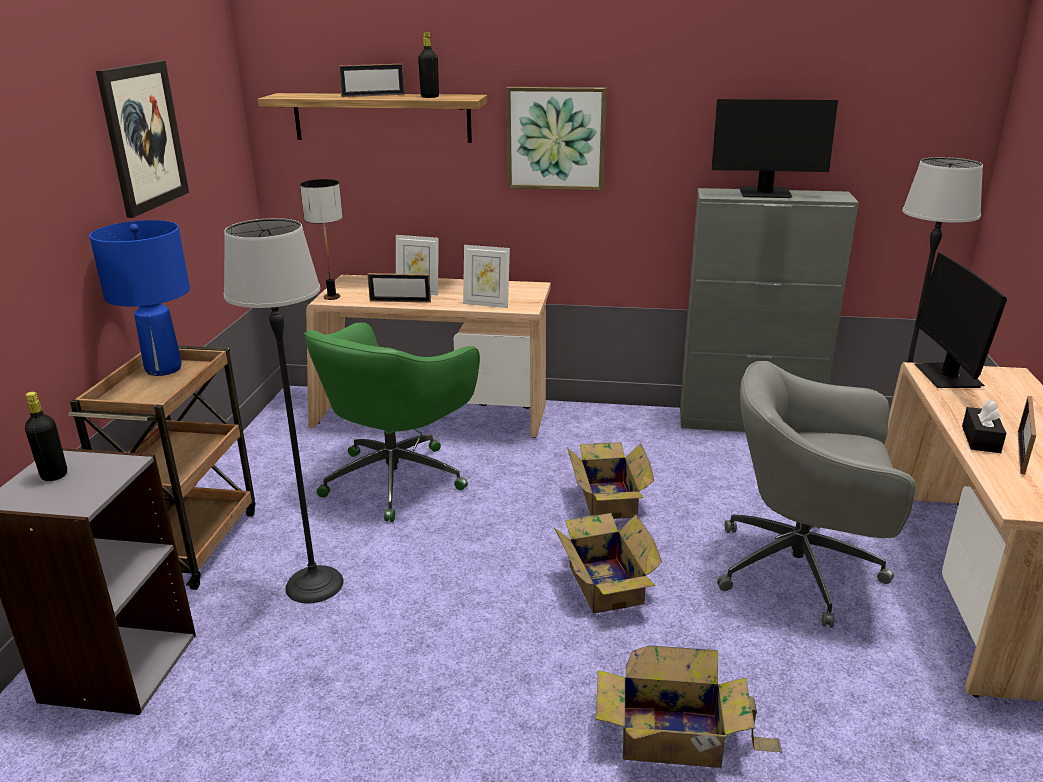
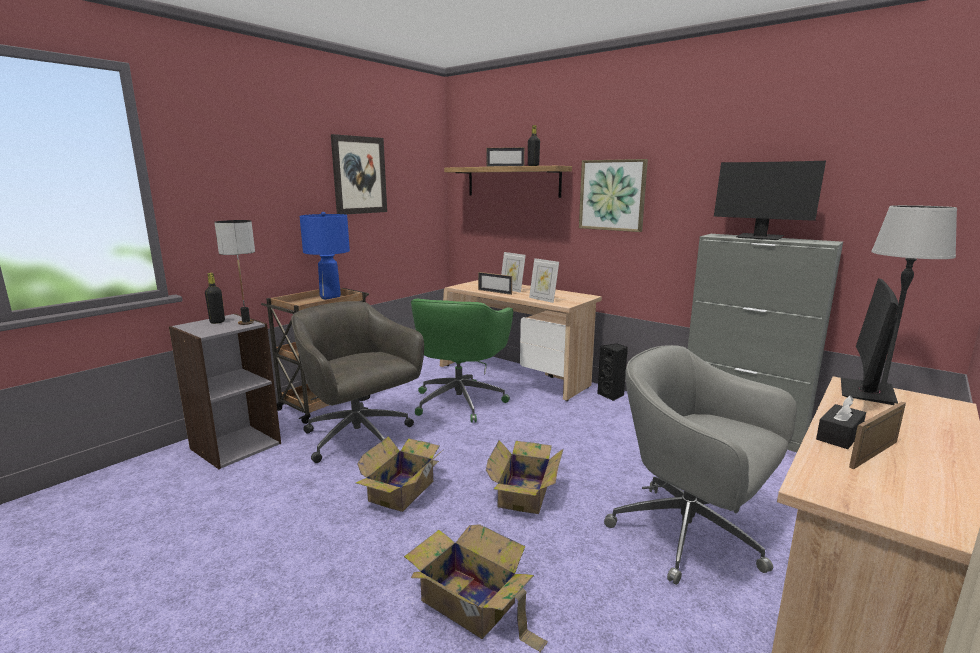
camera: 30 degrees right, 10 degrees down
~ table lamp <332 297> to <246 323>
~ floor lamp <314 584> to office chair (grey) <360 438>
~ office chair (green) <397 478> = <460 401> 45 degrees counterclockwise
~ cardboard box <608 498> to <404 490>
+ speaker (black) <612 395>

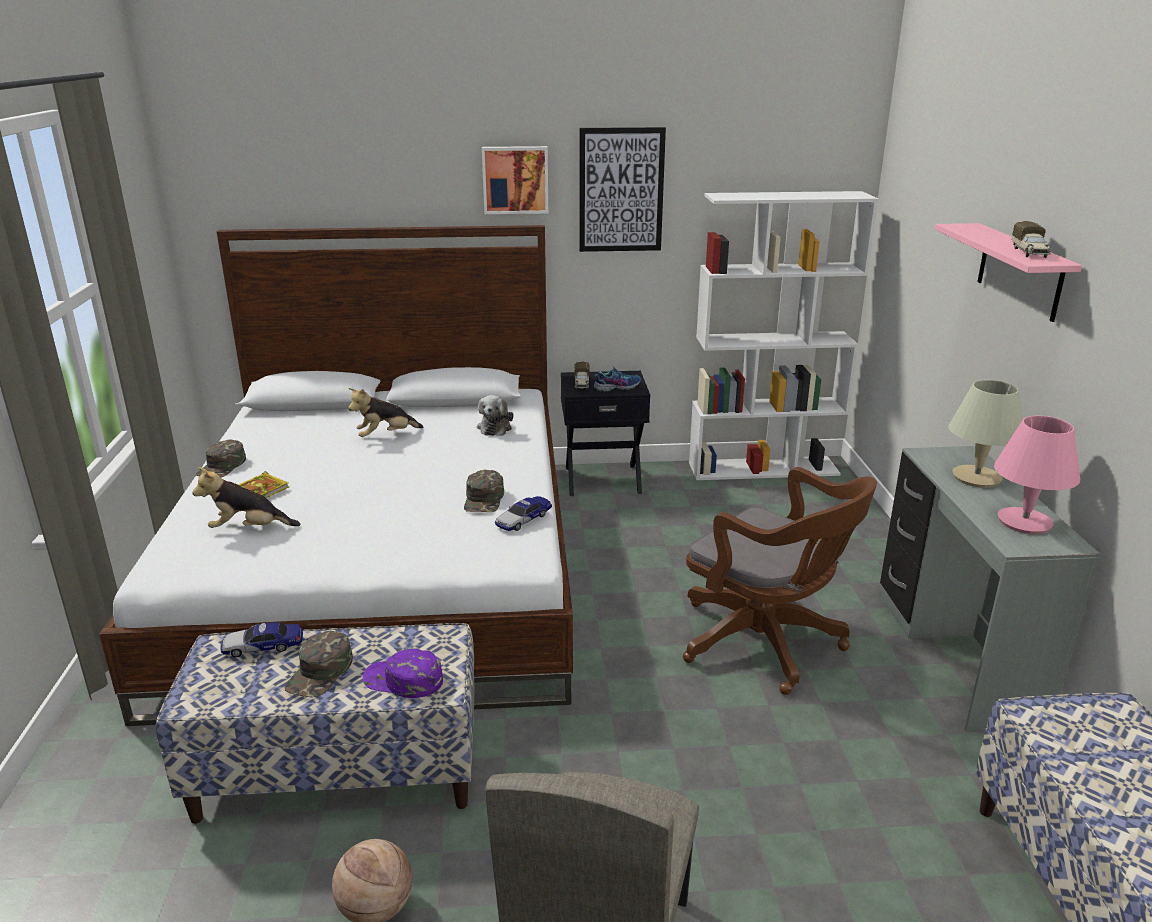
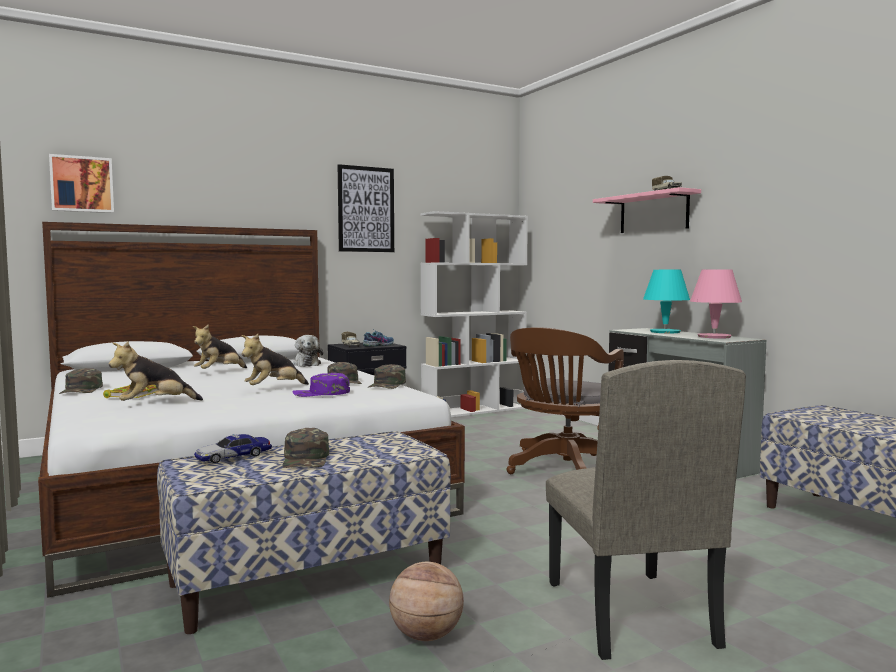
camera: 25 degrees left, 20 degrees down
~ picture <515 180> to <82 184>
~ table lamp (beige) <976 477> to table lamp (turquoise) <665 332>
~ office chair (brown) <766 644> = <564 470> 105 degrees clockwise
~ toy car <523 519> to cap (green) <387 385>
~ cap (purple) <403 680> to <321 393>
+ plush toy <273 389>

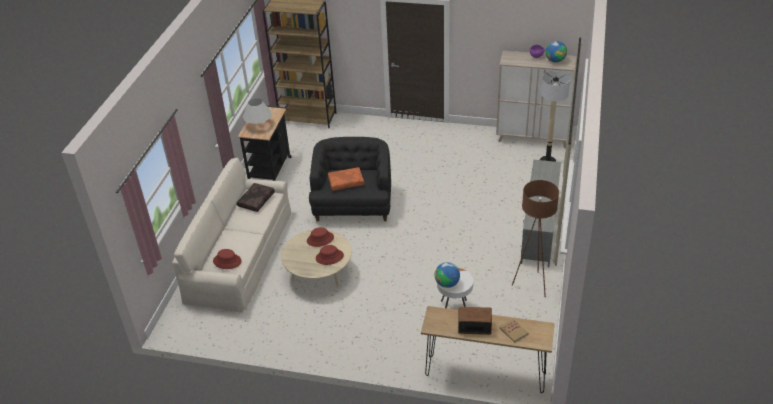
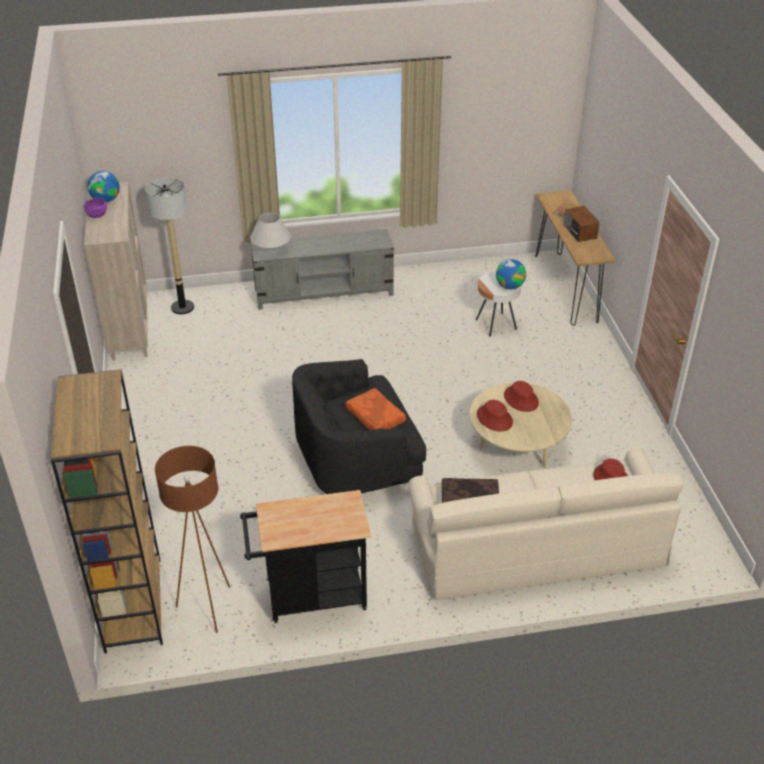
camera: 115 degrees left, 0 degrees up
~ table lamp (white) <259 125> to <271 251>
~ floor lamp (brown) <531 285> to <208 608>

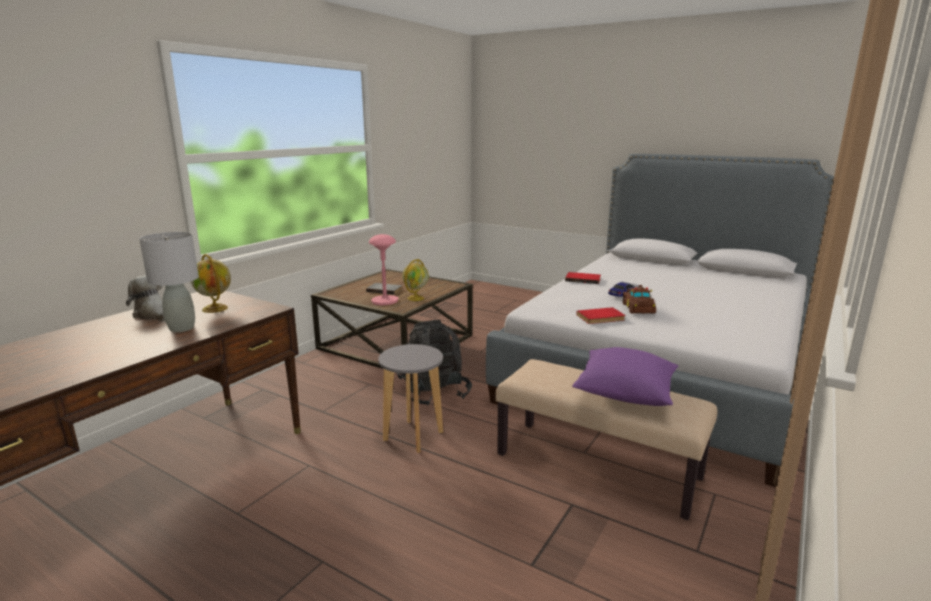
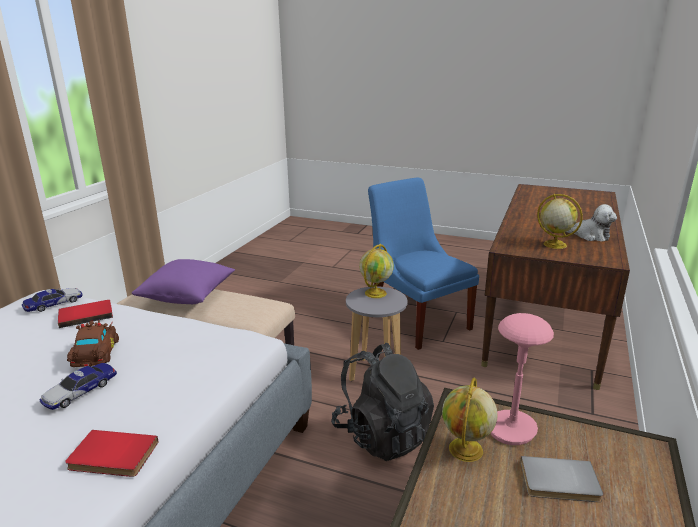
camera: 170 degrees right, 5 degrees up
- table lamp (grey) <181 328>
~ book (red) <601 318> to <86 315>
+ chair (blue) <417 320>
+ globe <375 293>
+ toy car <54 304>

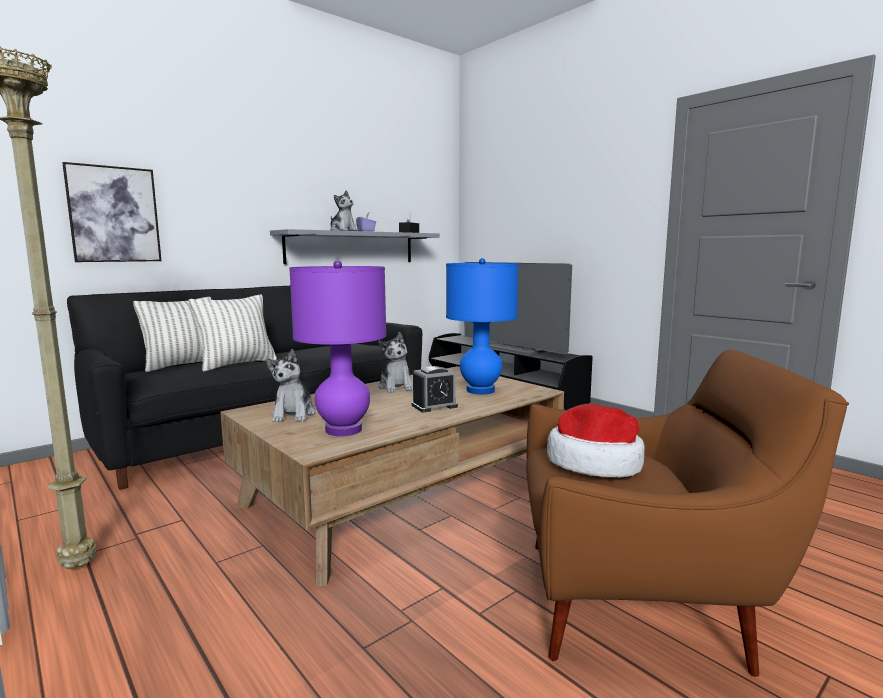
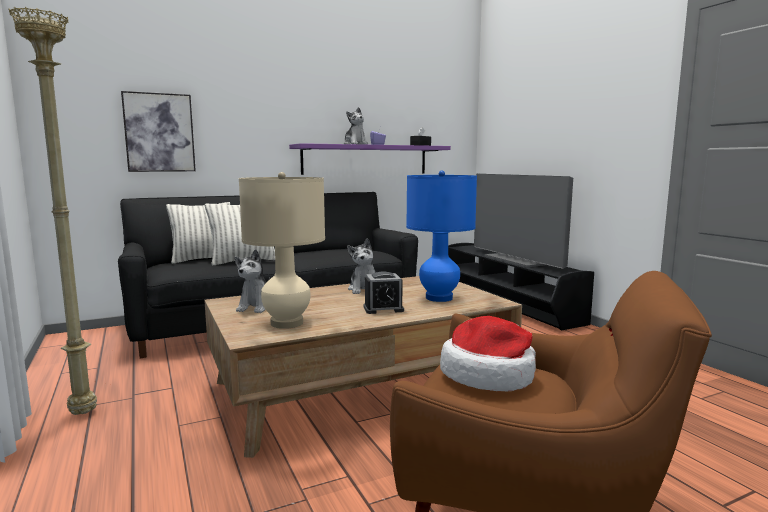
camera: 15 degrees right, 0 degrees up
~ shelf (grey) <351 247> to shelf (purple) <365 160>
~ table lamp (purple) <343 430> to table lamp (beige) <286 323>

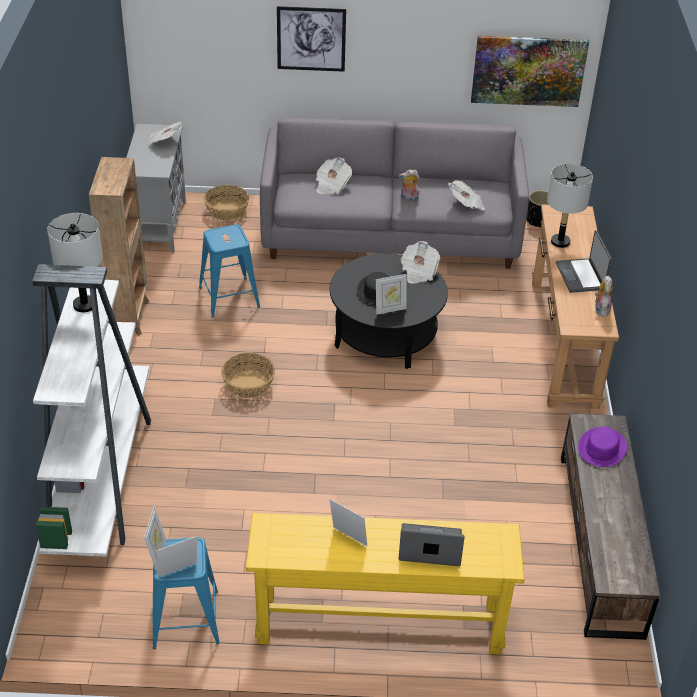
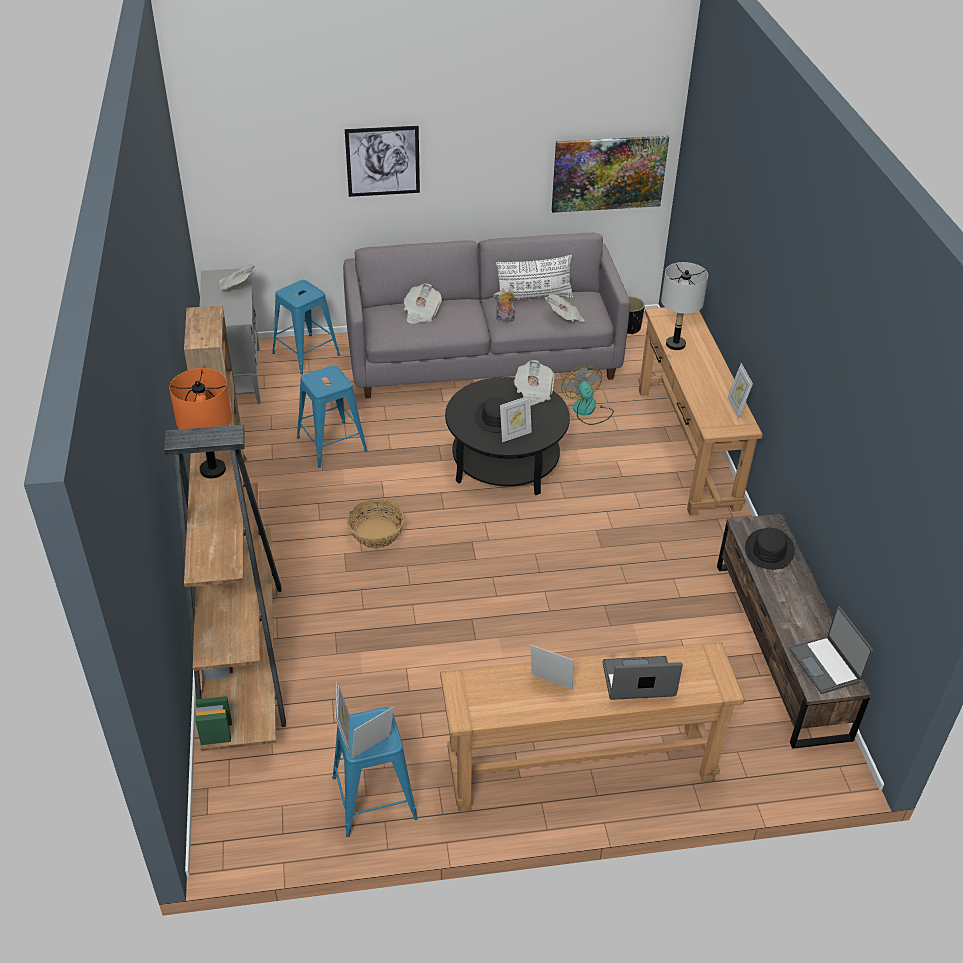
camera: 10 degrees left, 0 degrees up
~ basket <227 211> to stool (blue) <306 354>
~ table lamp (grey) <85 305> to table lamp (orange) <213 470>
~ laptop <581 276> to <826 665>
~ bookcase (white) <101 475> to bookcase (brown) <242 654>
~ plush toy <600 309> to picture frame <736 408>
~ hat (purple) <602 448> to hat (black) <769 550>
~ console table (yellow) <379 623> to console table (brown) <580 768>
+ pillow (white) <534 298>
+ fan <587 411>

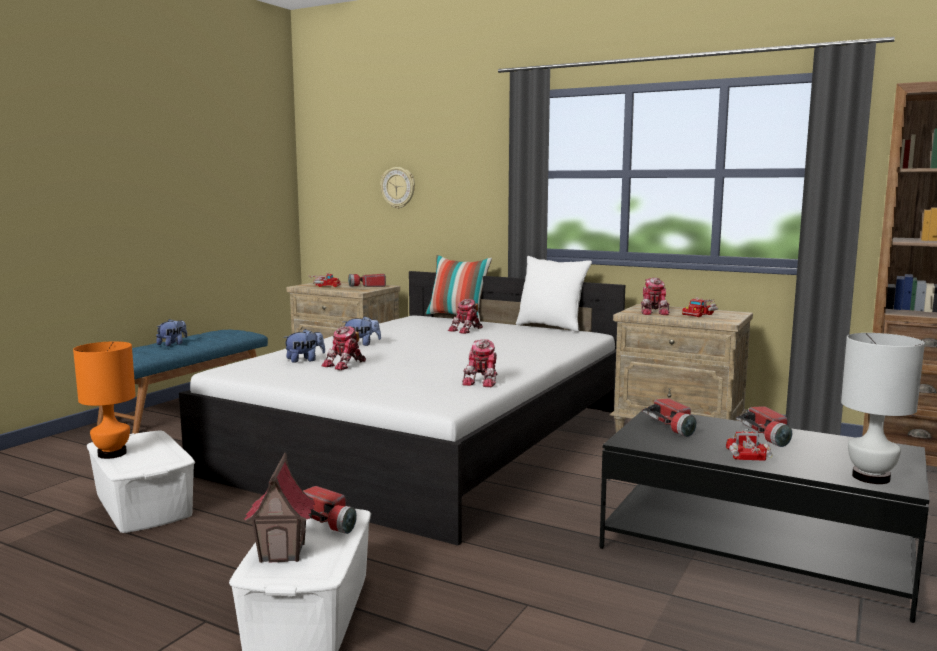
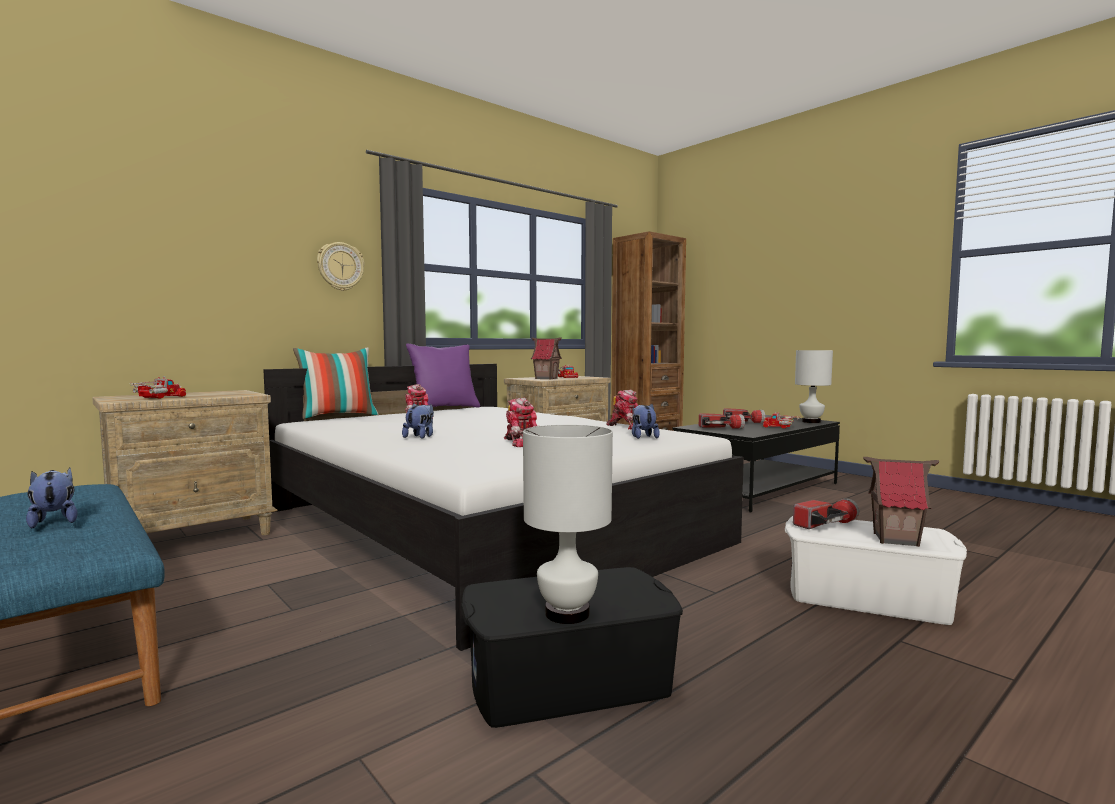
camera: 70 degrees left, 5 degrees down
~ wall clock <398 187> to <340 266>
~ pillow (white) <551 327> to pillow (purple) <444 408>
- flashlight <367 286>
~ toy robot <654 312> to toy house <546 378>
~ plush toy <305 360> to <643 437>
~ table lamp (orange) <112 454> to table lamp (white) <568 613>
~ storage box (white) <142 505> to storage box (black) <570 683>

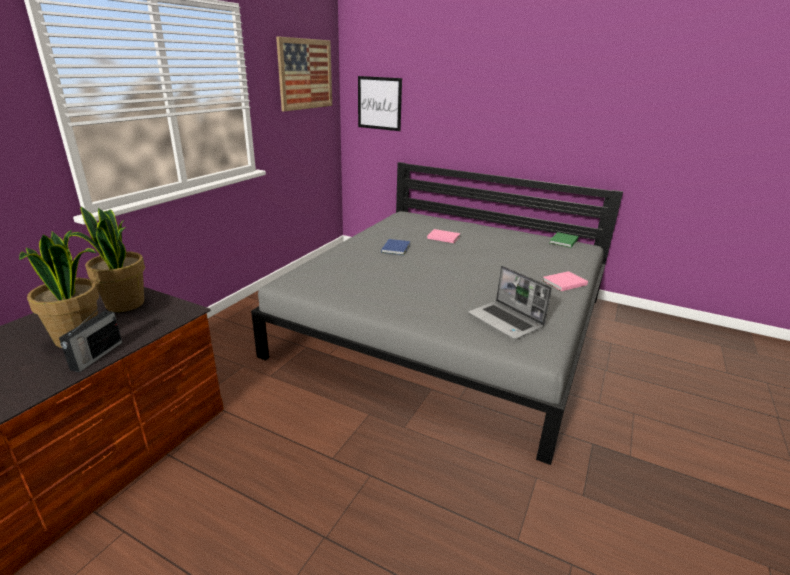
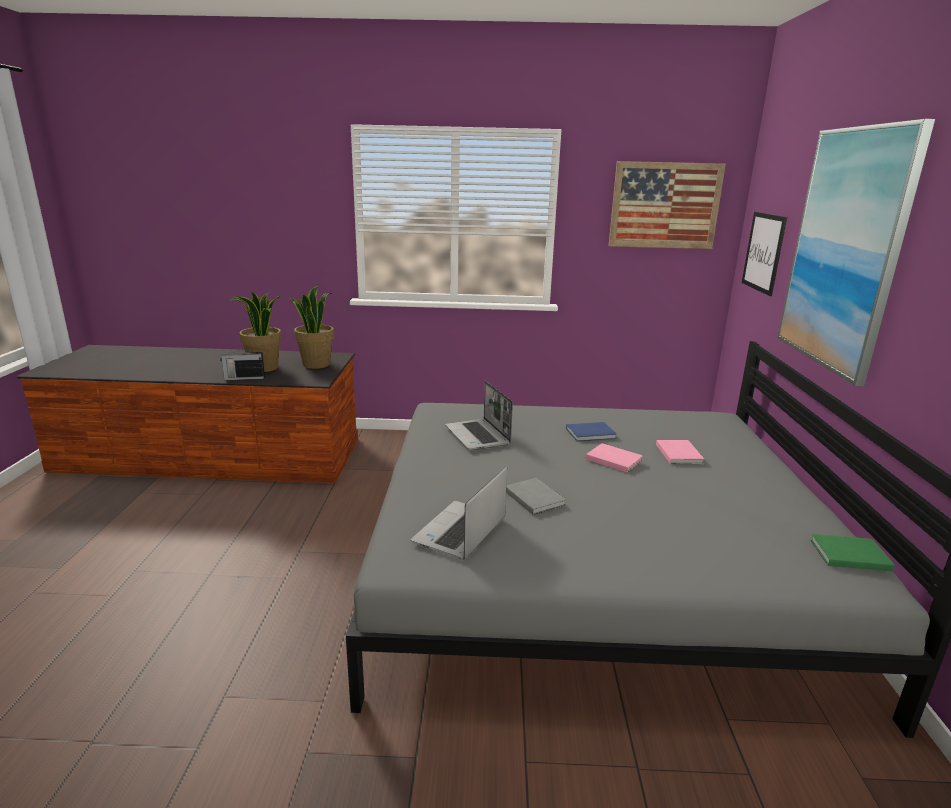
camera: 65 degrees right, 5 degrees down
~ book (pink) <563 283> to <613 459>
+ picture <845 250>
+ laptop <478 436>
+ book (grey) <534 497>

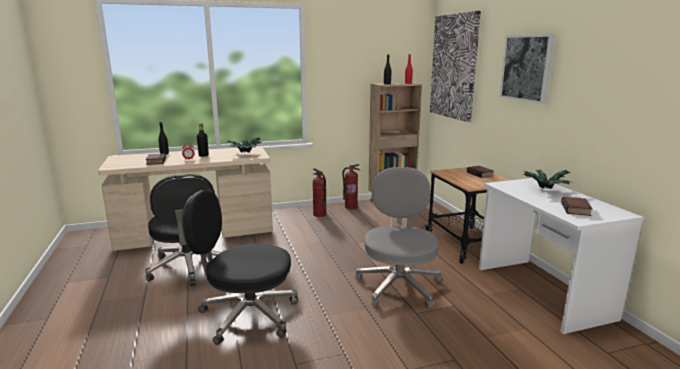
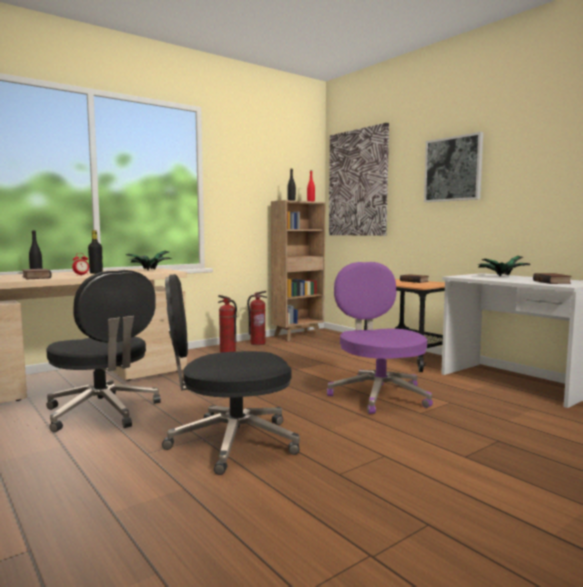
camera: 20 degrees left, 10 degrees down
~ office chair (grey) <398 285> to office chair (purple) <378 395>

